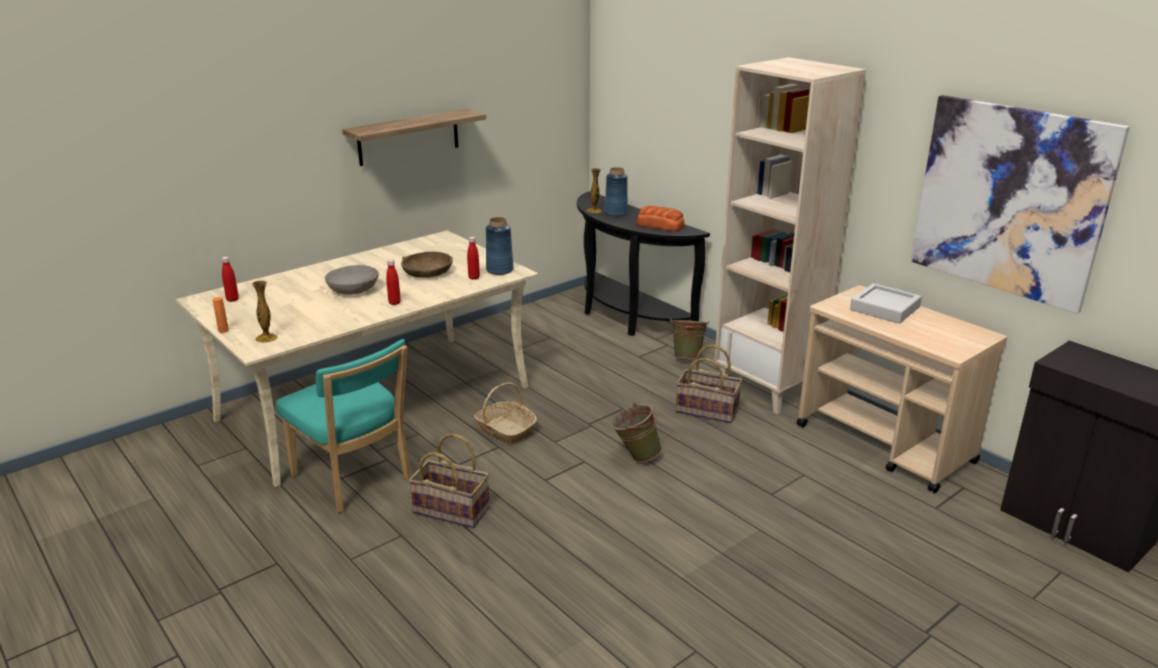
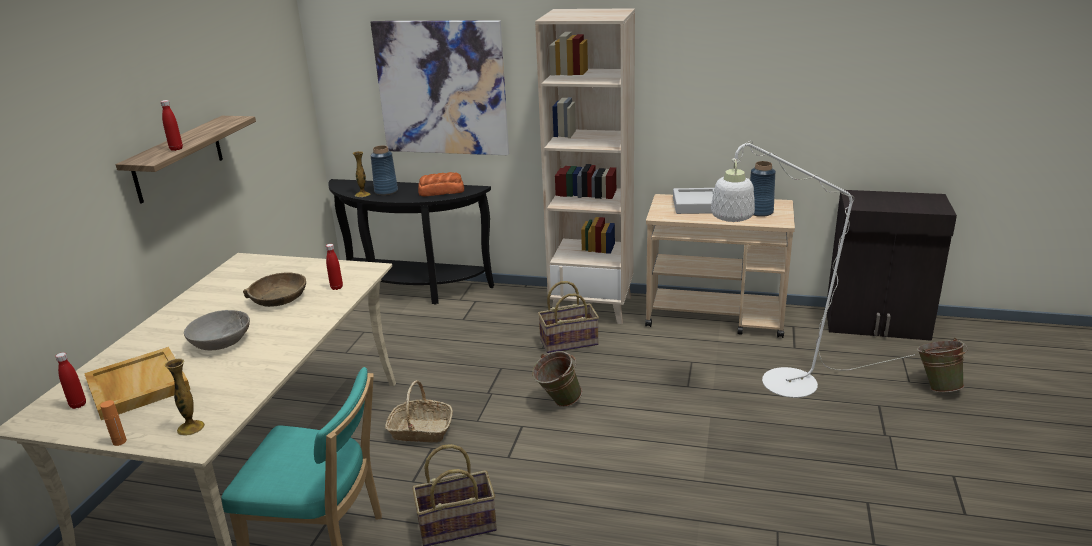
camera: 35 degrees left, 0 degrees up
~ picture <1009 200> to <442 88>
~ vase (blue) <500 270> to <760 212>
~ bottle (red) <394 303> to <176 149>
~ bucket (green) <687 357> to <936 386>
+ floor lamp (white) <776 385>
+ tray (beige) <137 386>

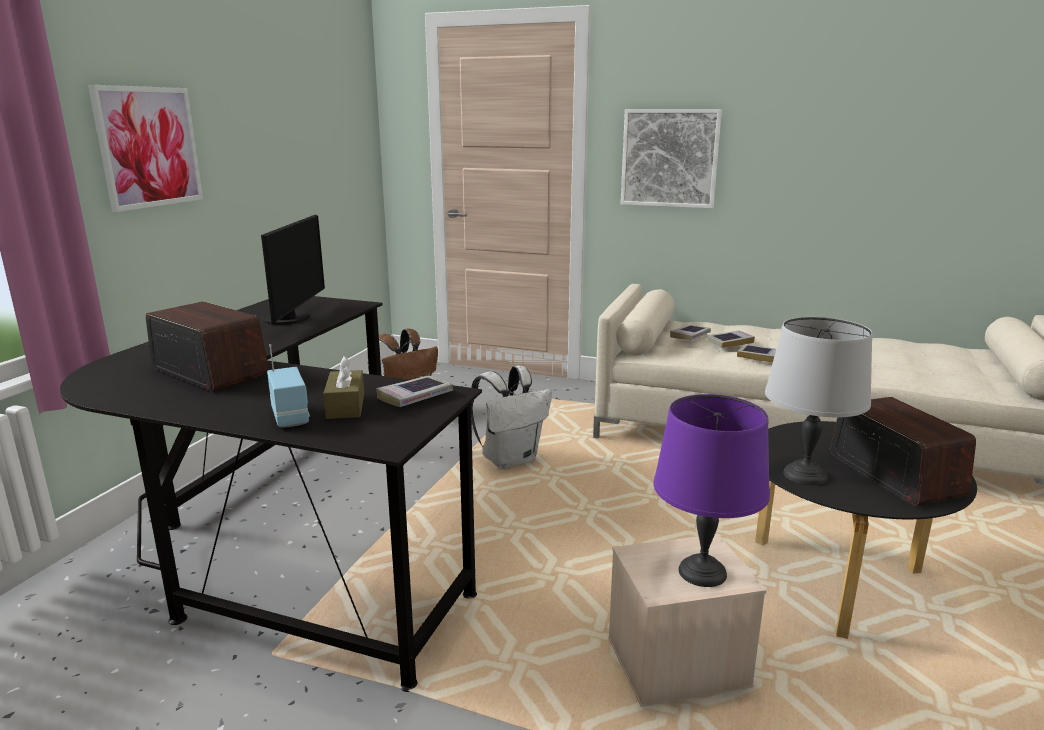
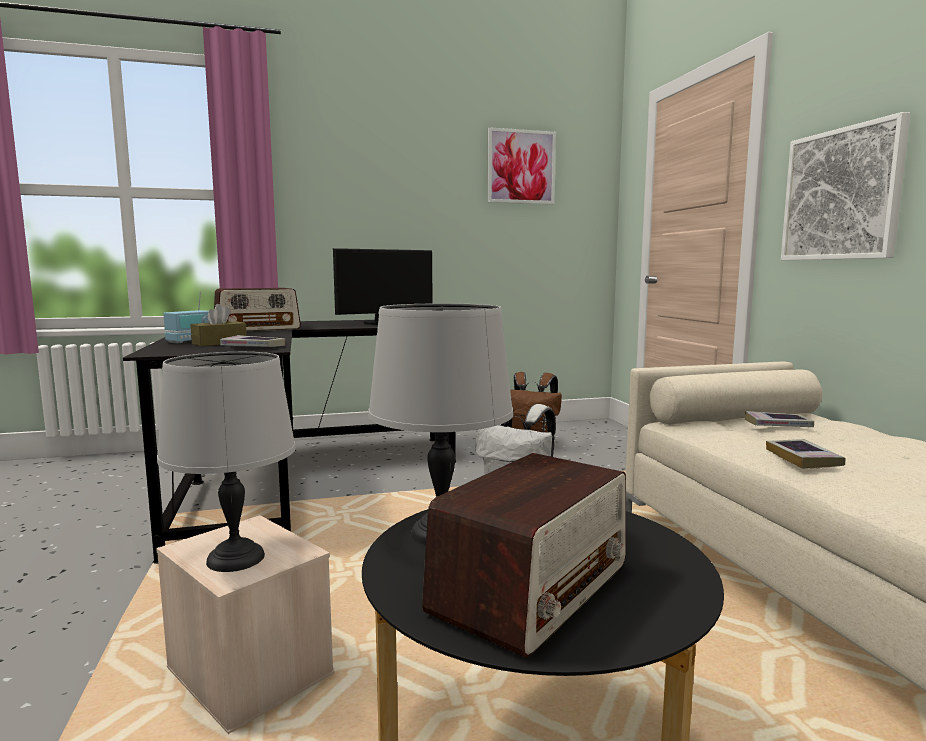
camera: 55 degrees right, 10 degrees down
~ picture <148 147> to <521 167>
~ radio <209 371> = <257 329> 60 degrees clockwise
- book <730 342>
~ table lamp (purple) <703 573> to table lamp (grey) <234 559>

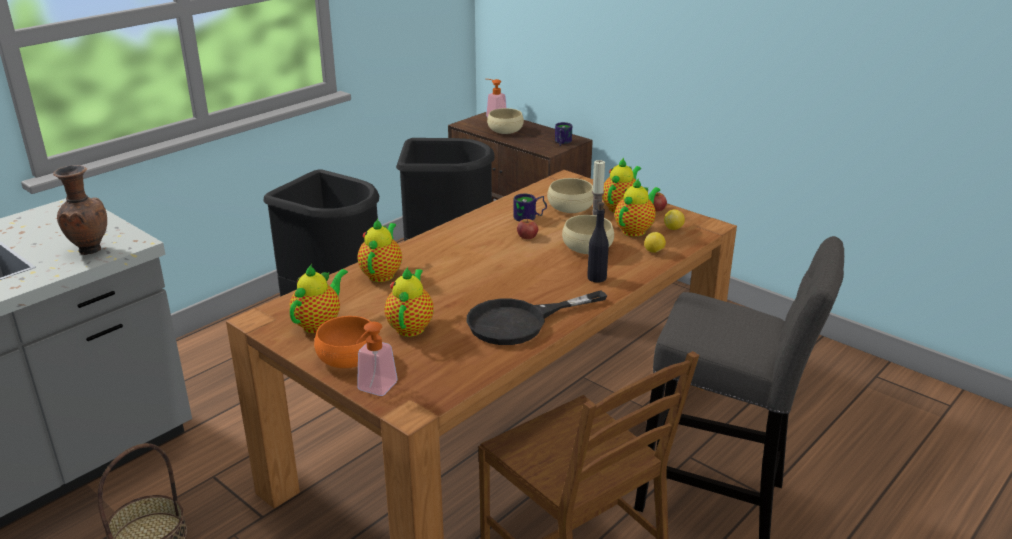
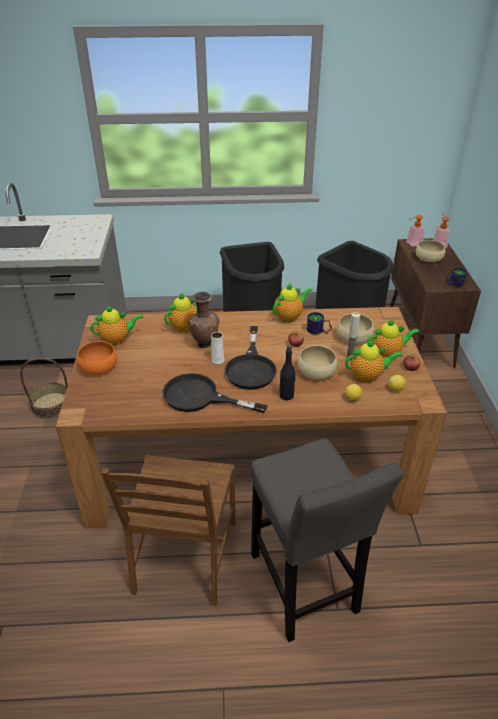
camera: 45 degrees right, 10 degrees up
~ vase (brown) <89 250> to <204 343>
~ teapot <411 326> to <289 316>
~ soap dispenser <374 390> to <411 244>
+ frying pan (black) <251 367>
+ vase (white) <217 360>

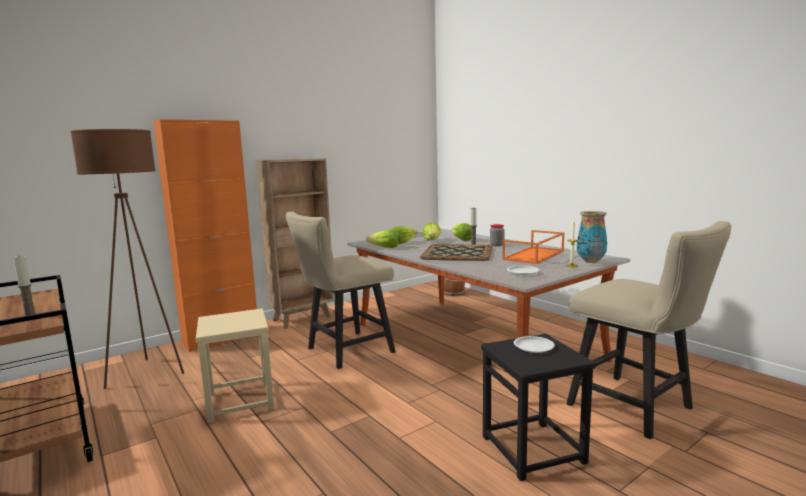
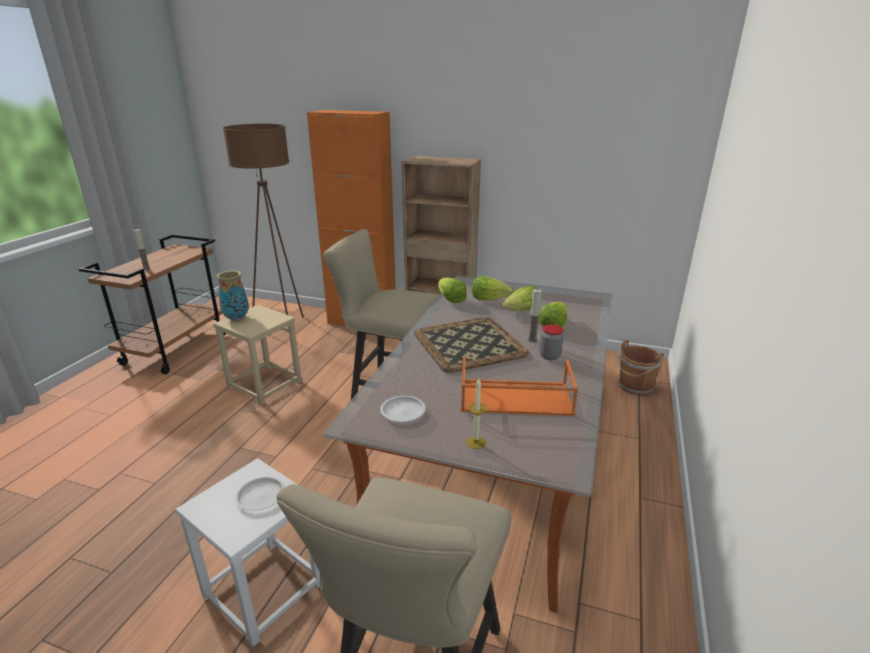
camera: 55 degrees right, 15 degrees up
~ vase <590 261> to <237 318>
~ stool (black) <533 449> to stool (white) <264 590>

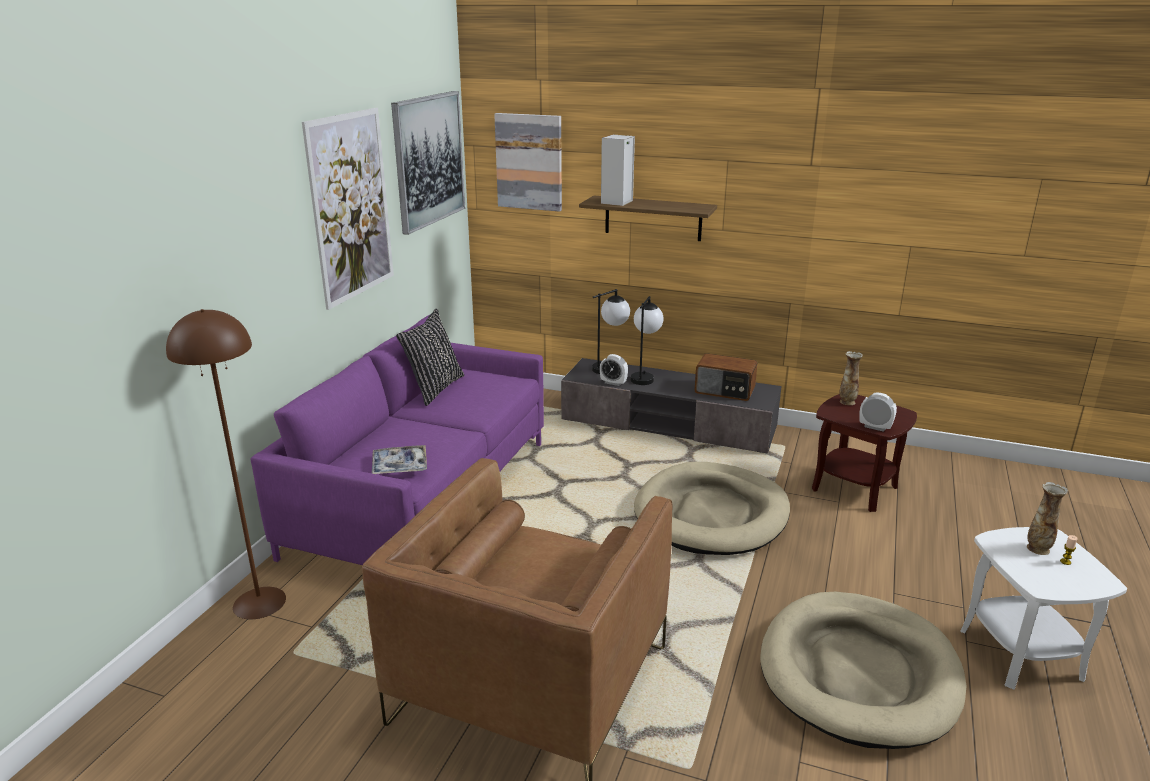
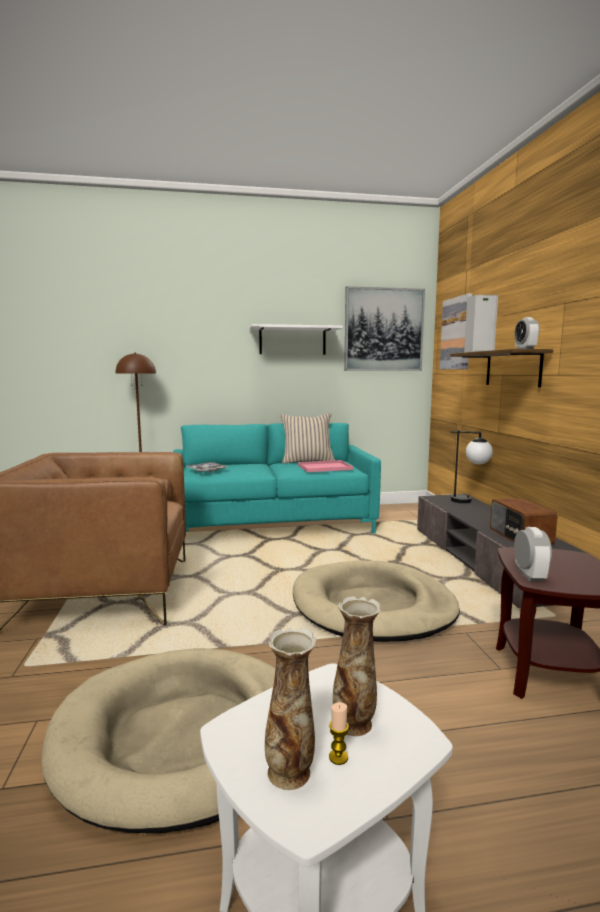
camera: 60 degrees right, 15 degrees down
~ picture <351 206> to shelf (white) <292 341>
- table lamp <644 376>
~ pillow (black) <434 388> to pillow (beige) <307 461>
~ sofa (purple) <423 496> to sofa (turquoise) <271 524>
~ vase <847 402> to <290 772>
~ alarm clock <613 383> to <525 349>
+ tray (pink) <324 467>

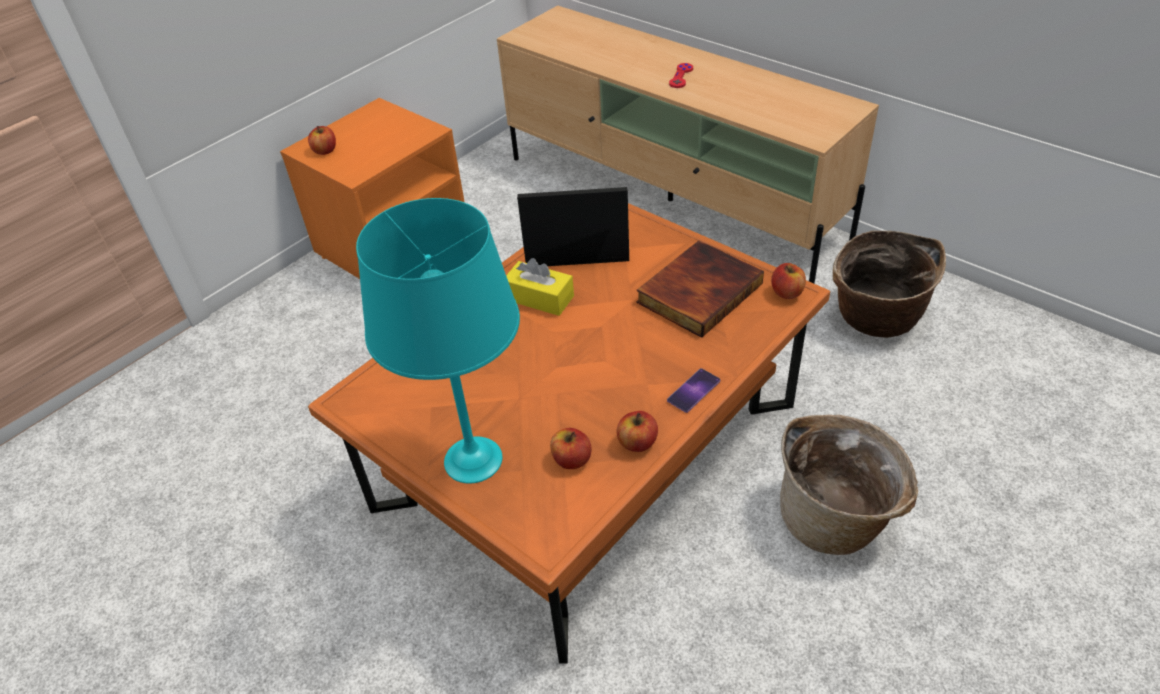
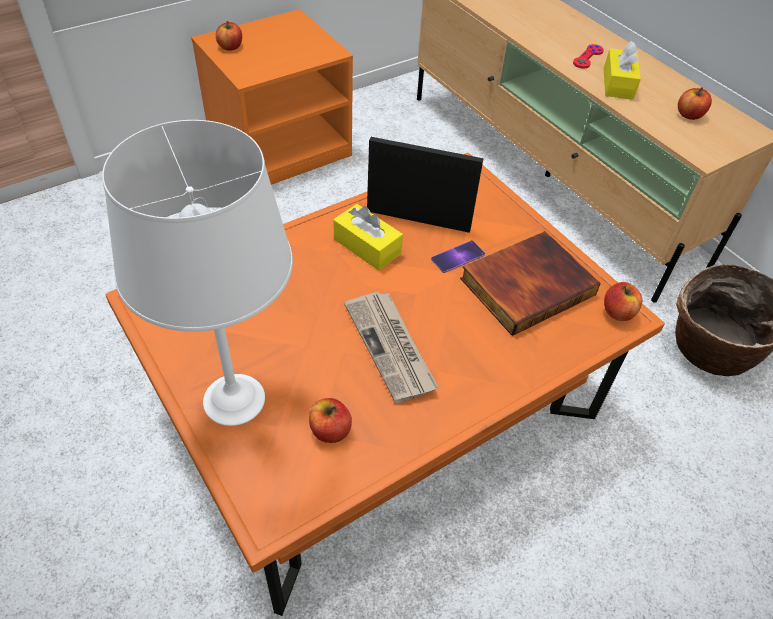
camera: 10 degrees right, 5 degrees up
~ table lamp (turquoise) <473 459> to table lamp (white) <234 398>
~ phone <693 390> to <458 257>
~ apple <637 443> to <689 115>
- basket <836 519>
+ tissue box (yellow) <618 84>
+ newspaper <391 347>

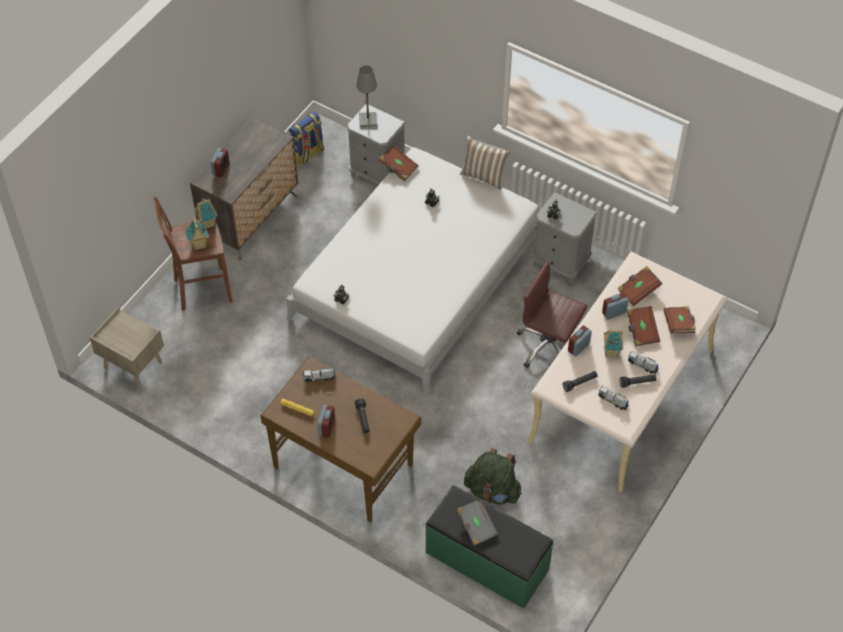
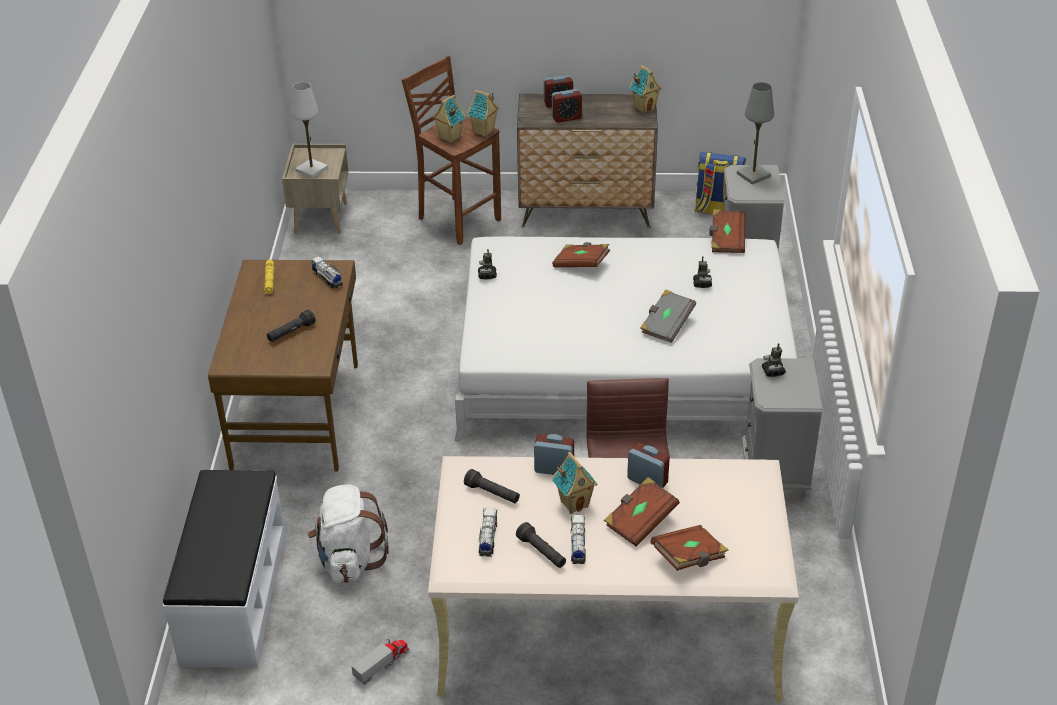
camera: 60 degrees right, 15 degrees down
- pillow <483 176>
~ book (brown) <638 290> to <581 264>
~ alarm clock <326 427> to <566 118>
~ backpack (green) <492 491> to backpack (white) <349 559>
~ bench (green) <486 562> to bench (white) <233 598>
~ book (grey) <476 526> to <666 325>
+ toy house <644 108>
+ table lamp (white) <311 169>
+ toy truck <382 664>

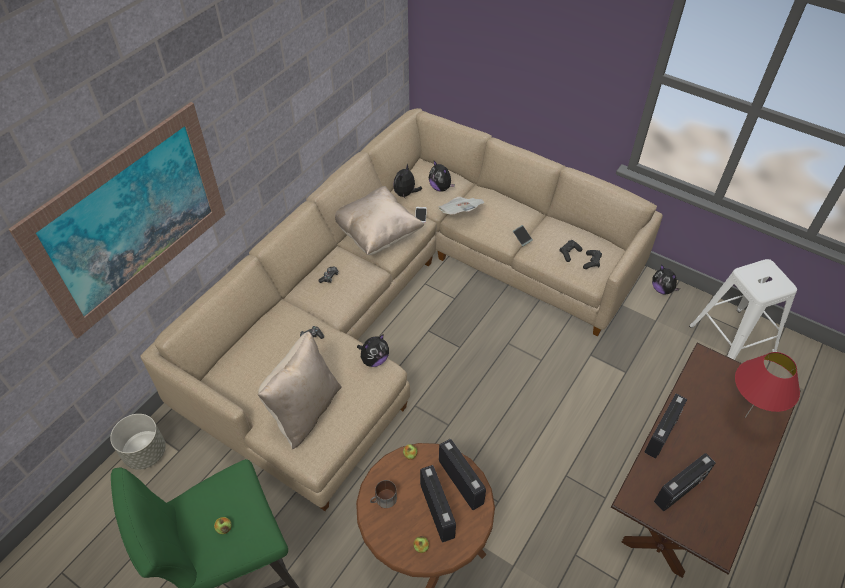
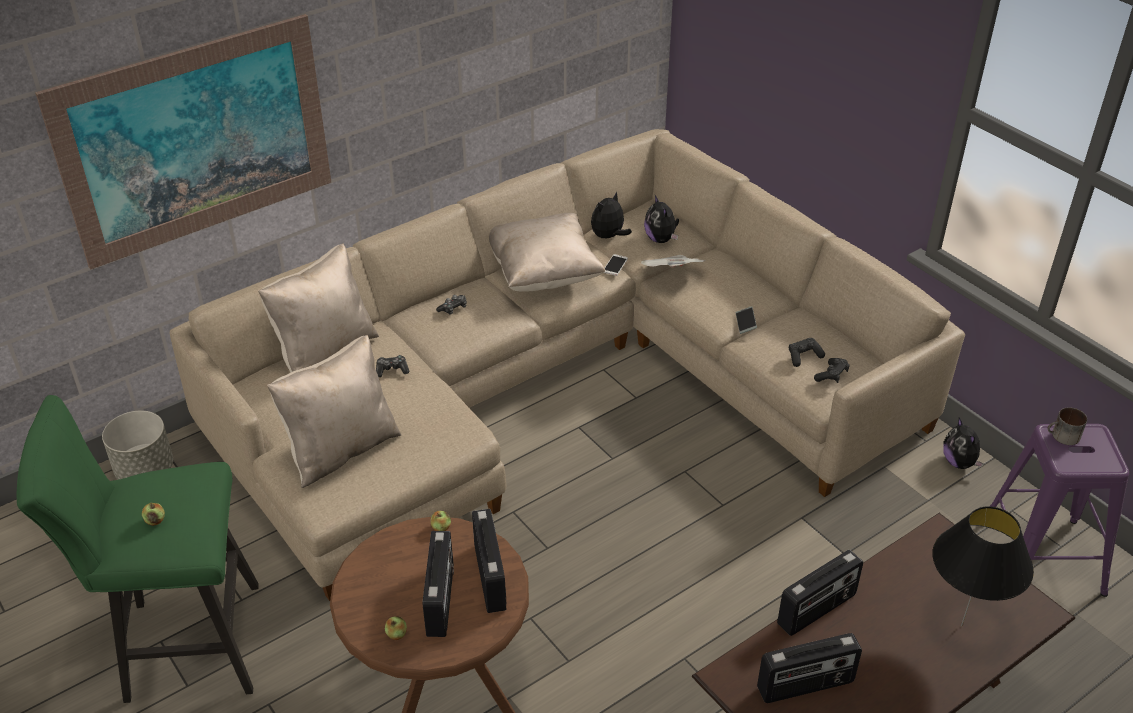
camera: 20 degrees right, 10 degrees down
~ stool (white) <731 340> to stool (purple) <1040 557>
- plush toy <374 360>
~ table lamp (red) <745 417> to table lamp (black) <961 625>
~ mug <384 500> to <1062 437>
+ pillow (beige) <325 353>

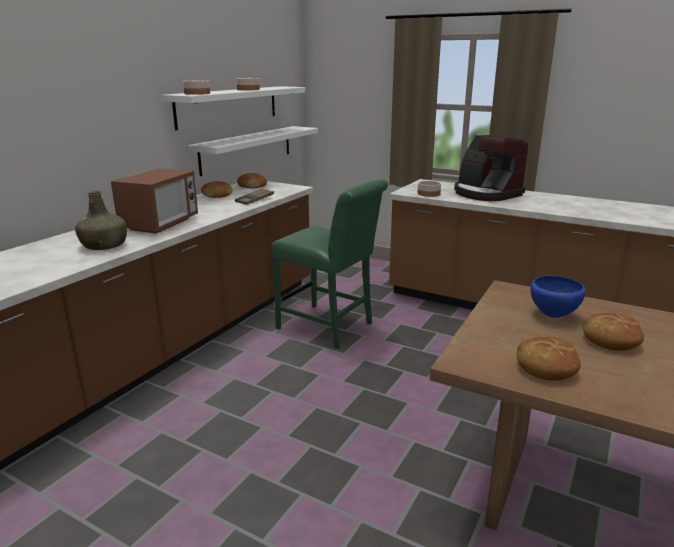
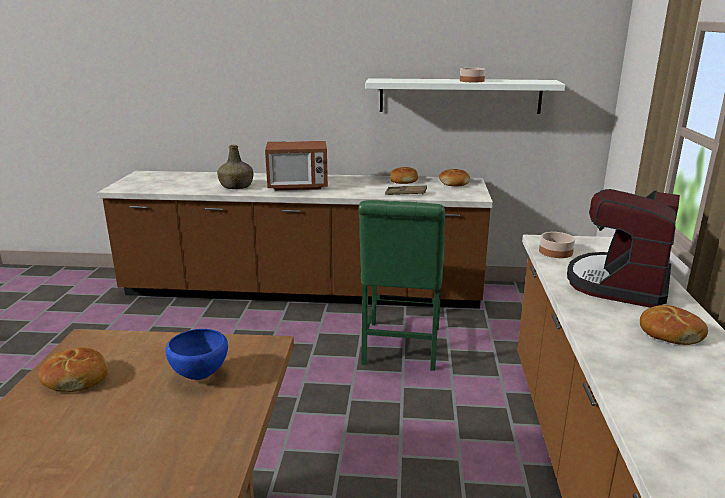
camera: 65 degrees right, 0 degrees up
- bowl <197 93>
- shelf (white) <247 149>
~ bread <610 340> to <669 333>

